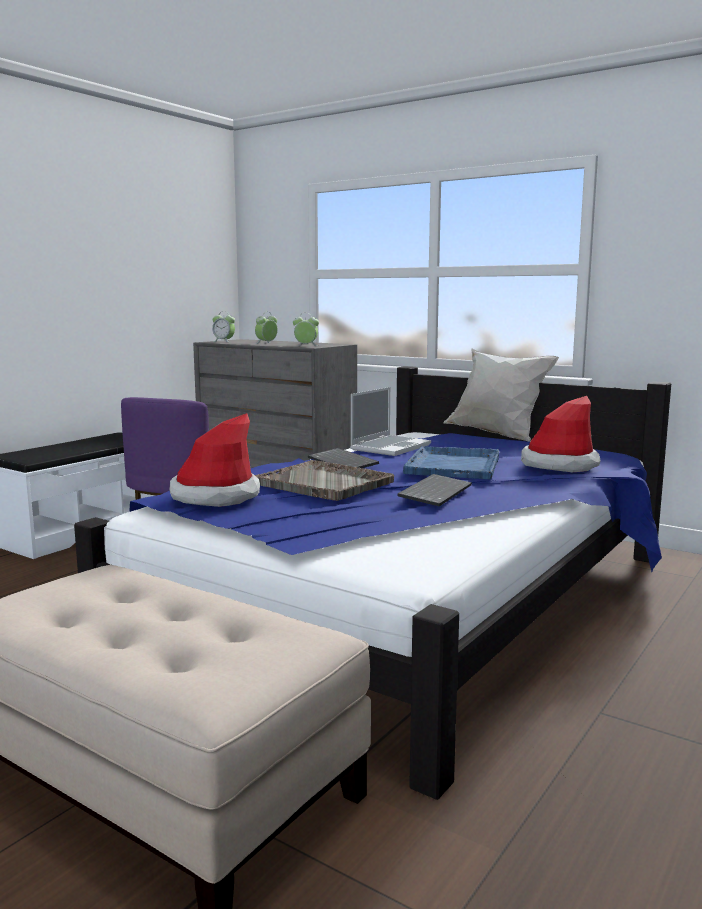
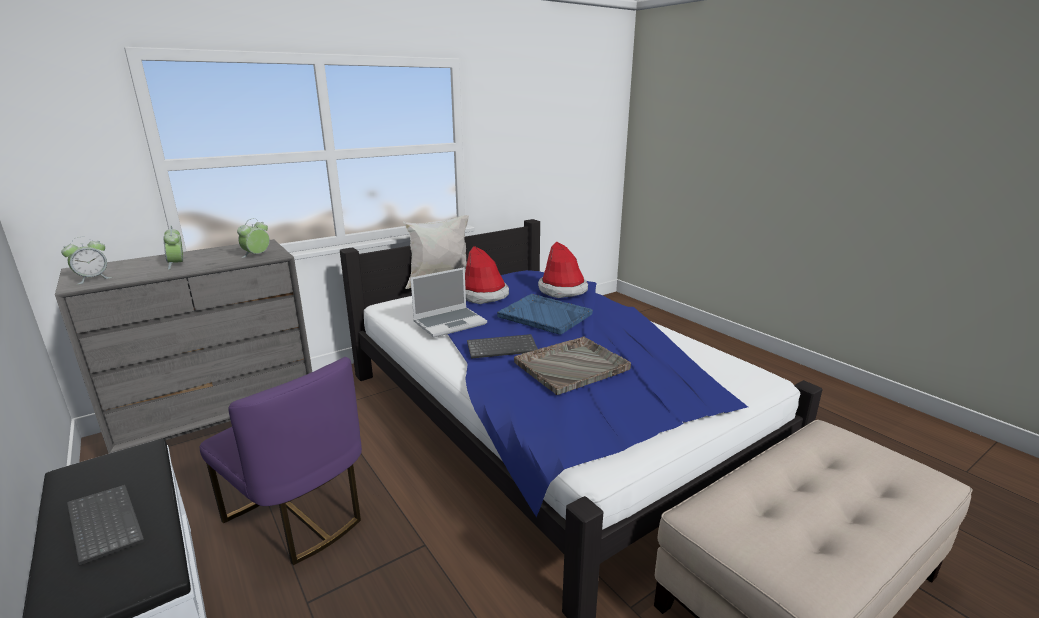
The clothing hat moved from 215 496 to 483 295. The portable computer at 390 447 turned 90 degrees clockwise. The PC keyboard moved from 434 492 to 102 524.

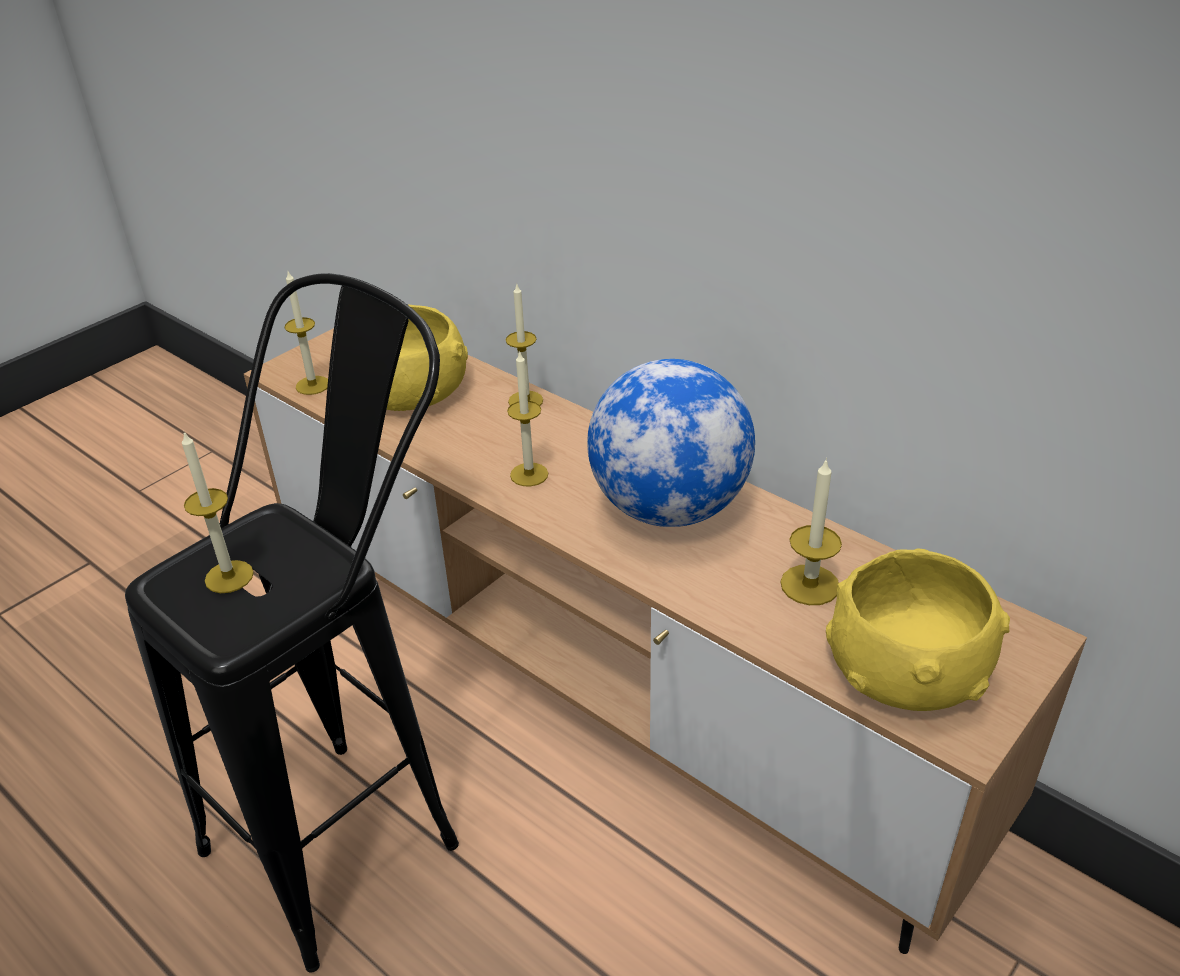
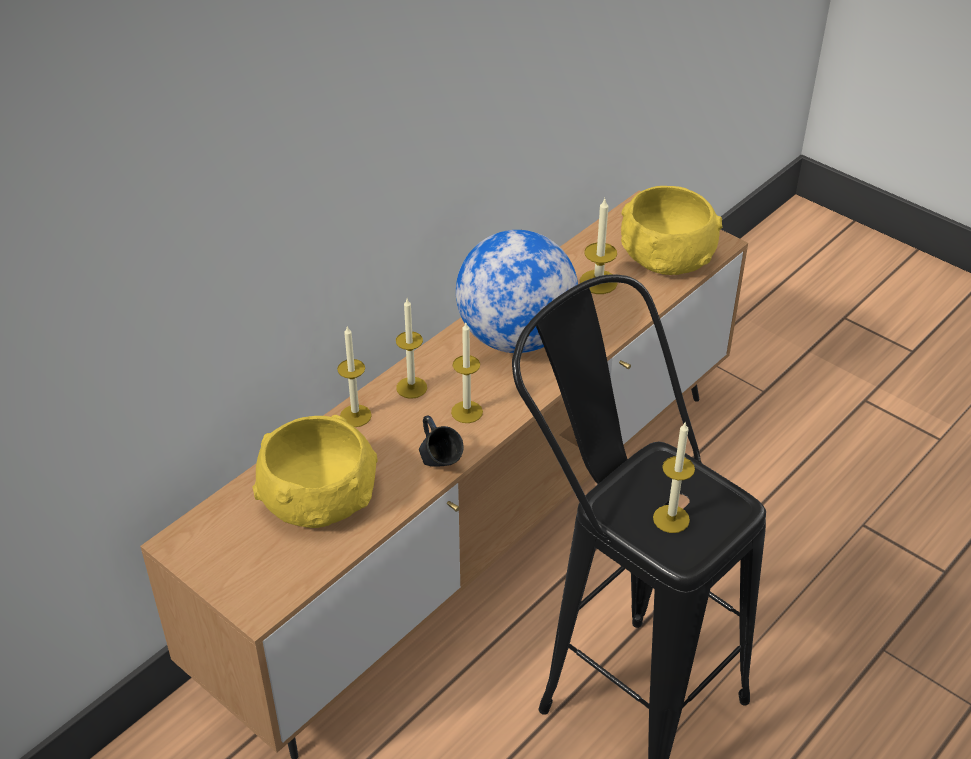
The candle moved from 312 385 to 411 387. The blue-coloured coffee mug at 439 466 appeared.

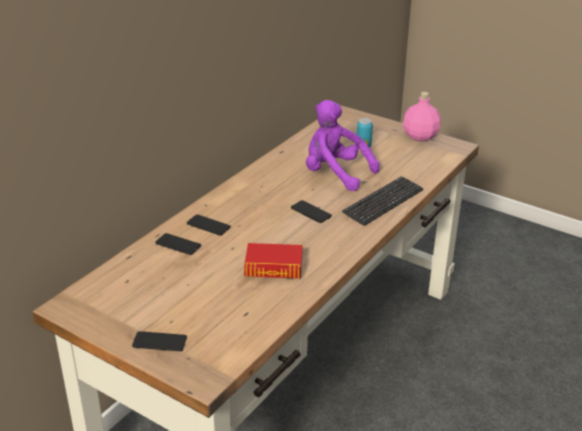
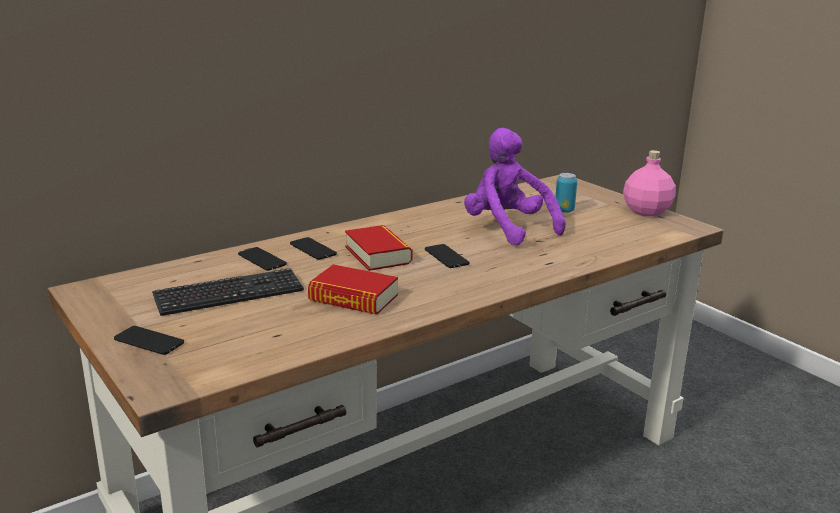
The PC keyboard moved from 383 202 to 229 294. The bound book at 378 255 appeared.

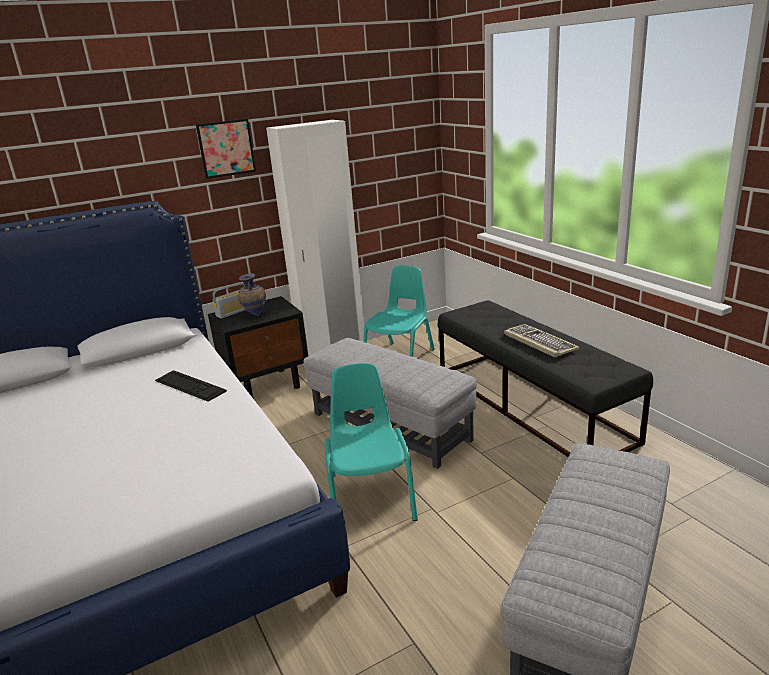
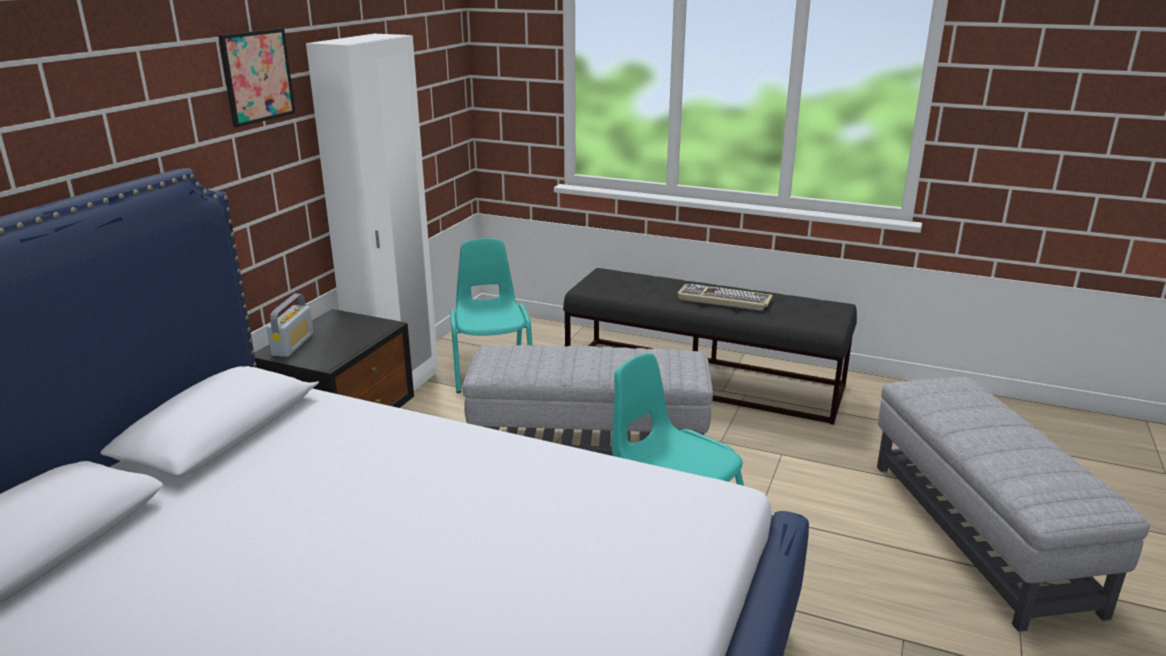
The PC keyboard at 190 386 disappeared. The vase at 255 315 disappeared.

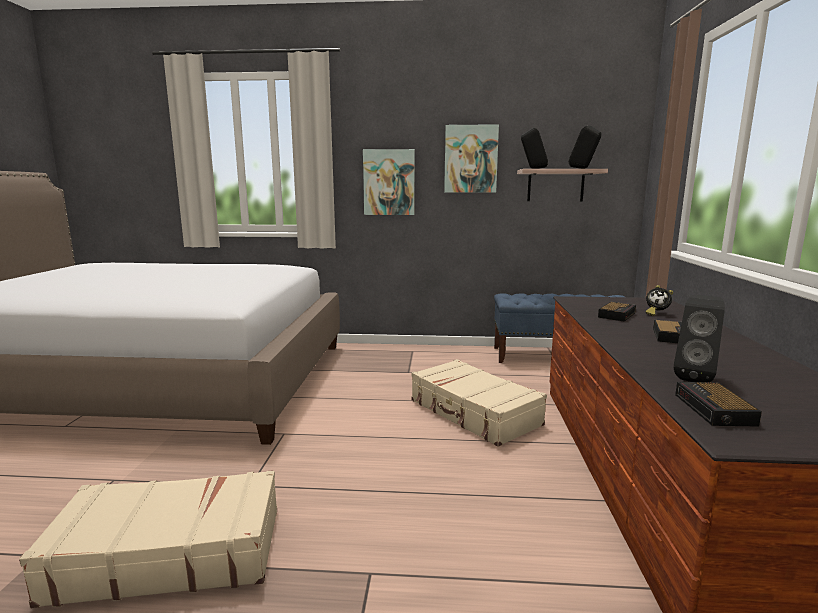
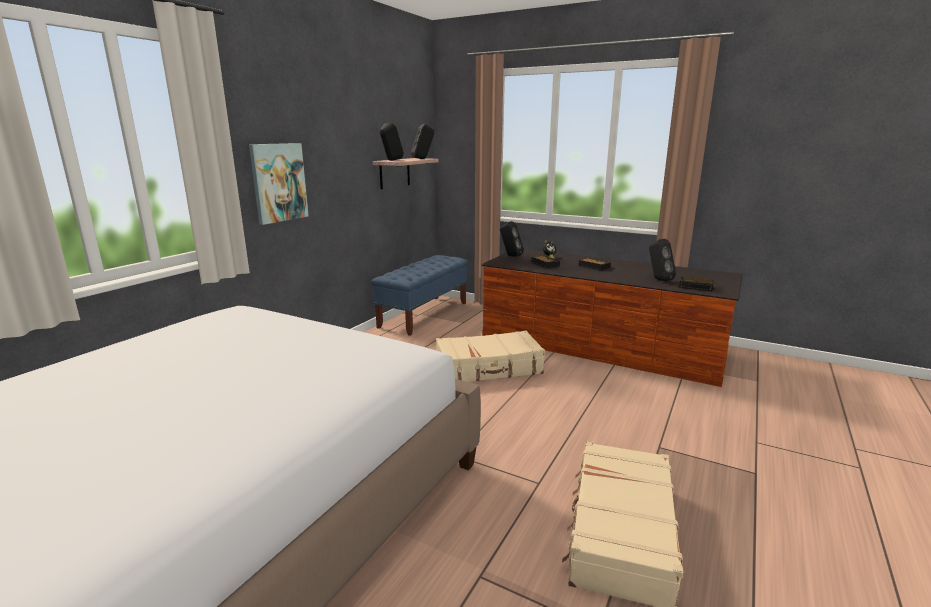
The picture at 470 159 disappeared. The black loudspeaker at 510 256 appeared.

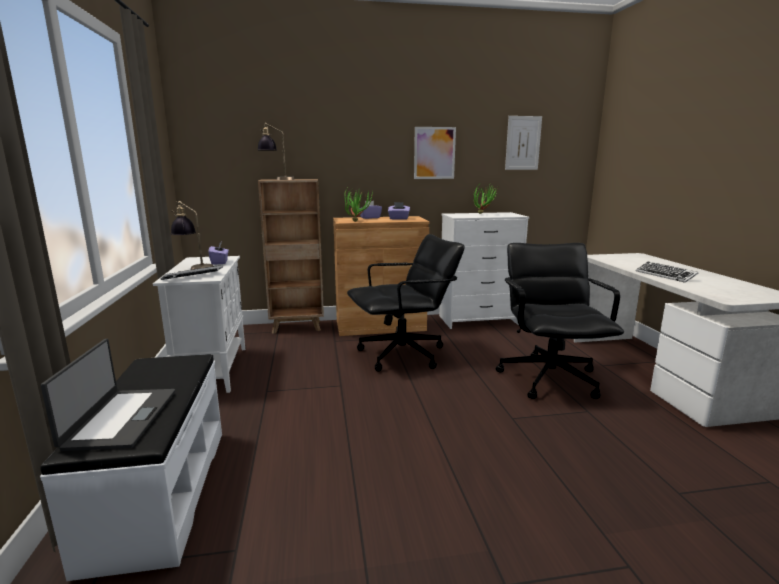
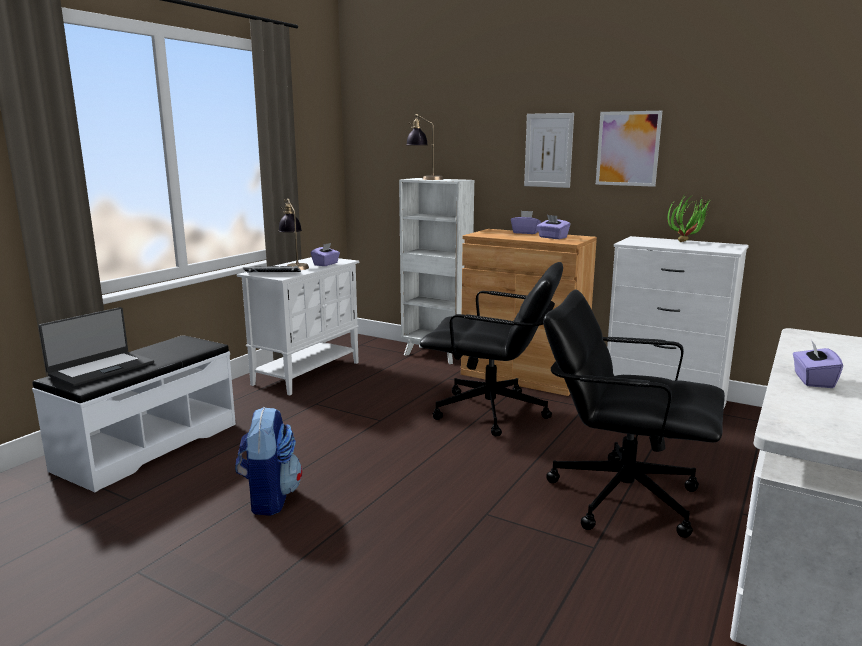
The brown bookshelf at 298 327 became the white bookshelf at 436 355. The potted plant at 356 221 disappeared. The black computer chair at 550 378 turned 105 degrees counterclockwise. The picture moved from 523 143 to 548 150. The PC keyboard at 665 275 was replaced by the purple-coloured tissue holder at 813 380. The backpack at 269 498 appeared.

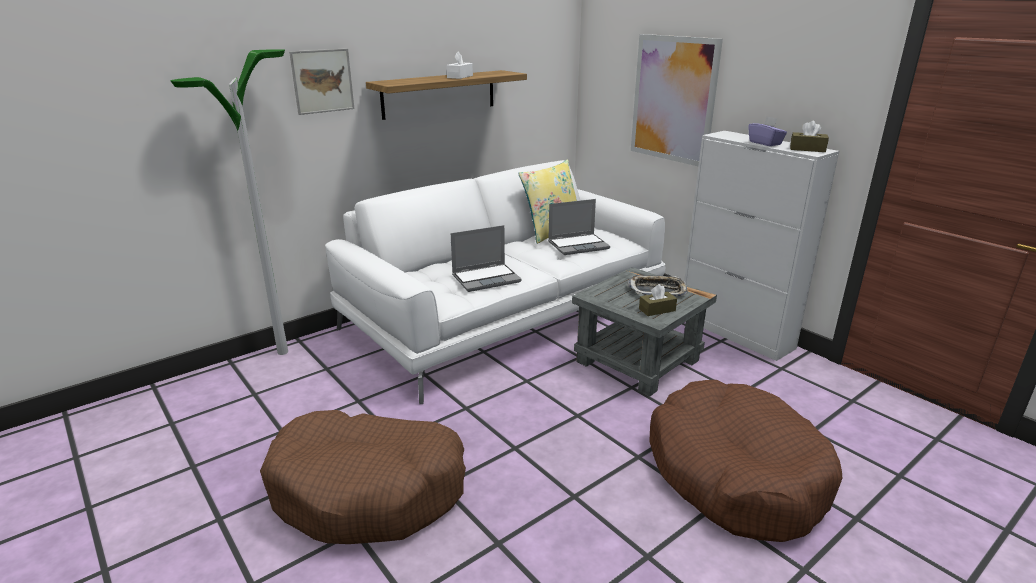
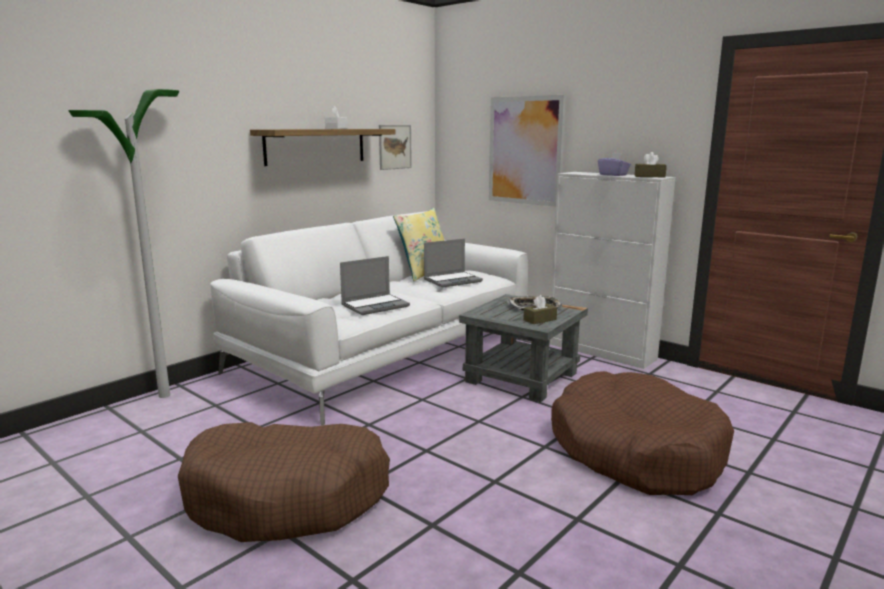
The picture moved from 322 81 to 395 147.

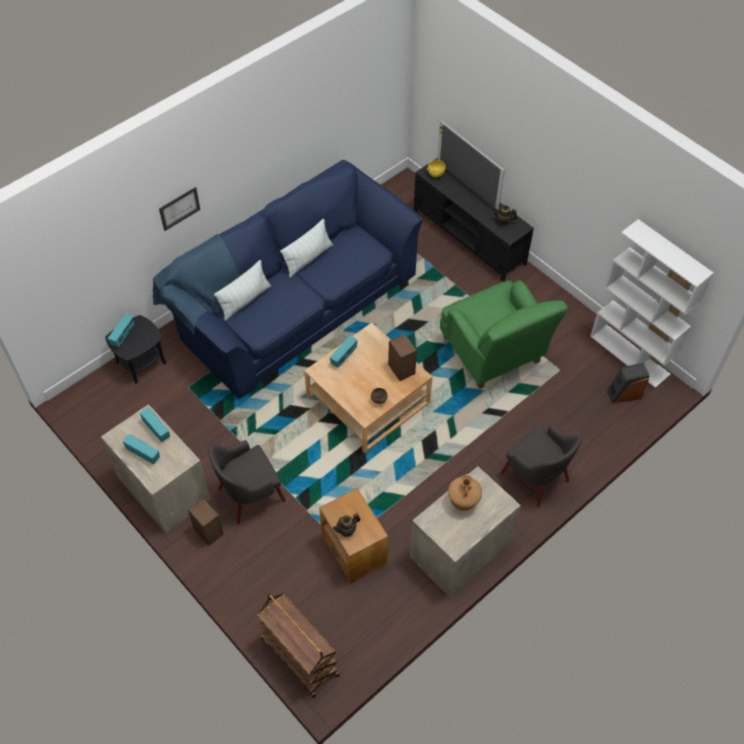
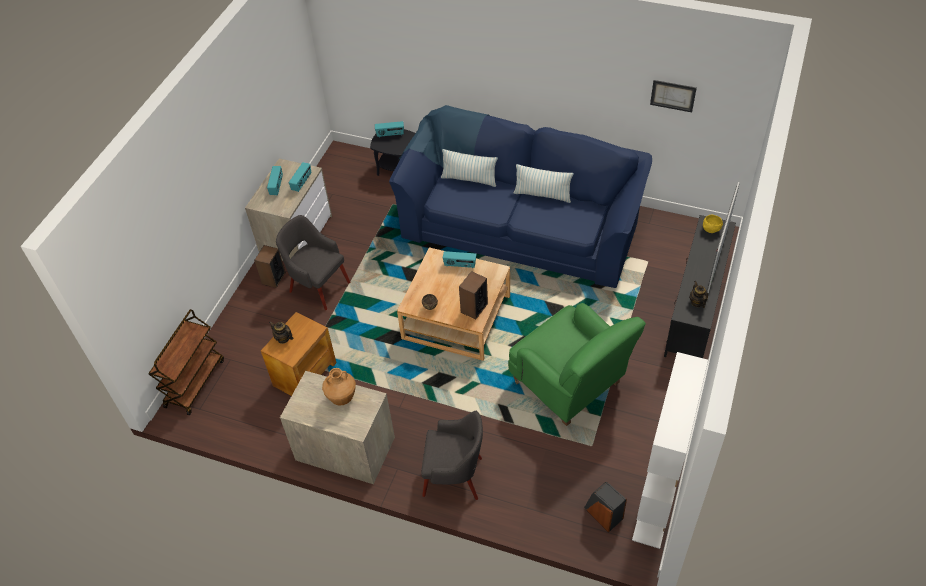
The picture moved from 179 208 to 673 95. The green-coloured easy chair at 494 355 turned 75 degrees counterclockwise. The grey easy chair at 536 478 turned 105 degrees counterclockwise.

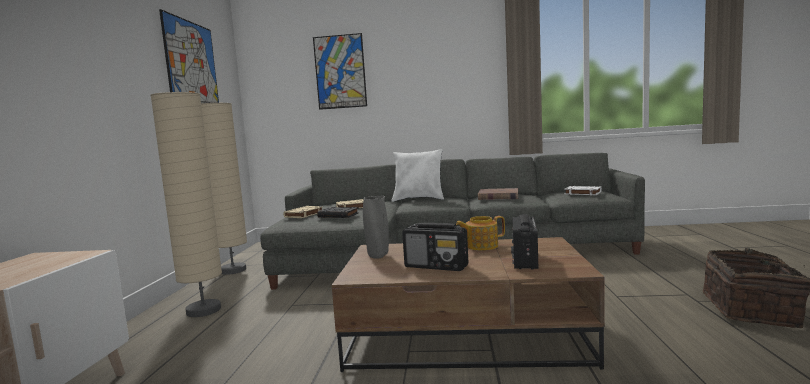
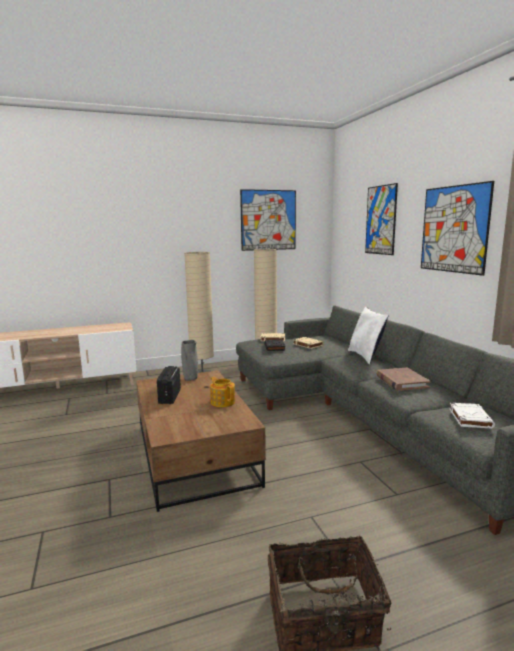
The radio receiver at 525 260 disappeared. The picture at 454 229 appeared.

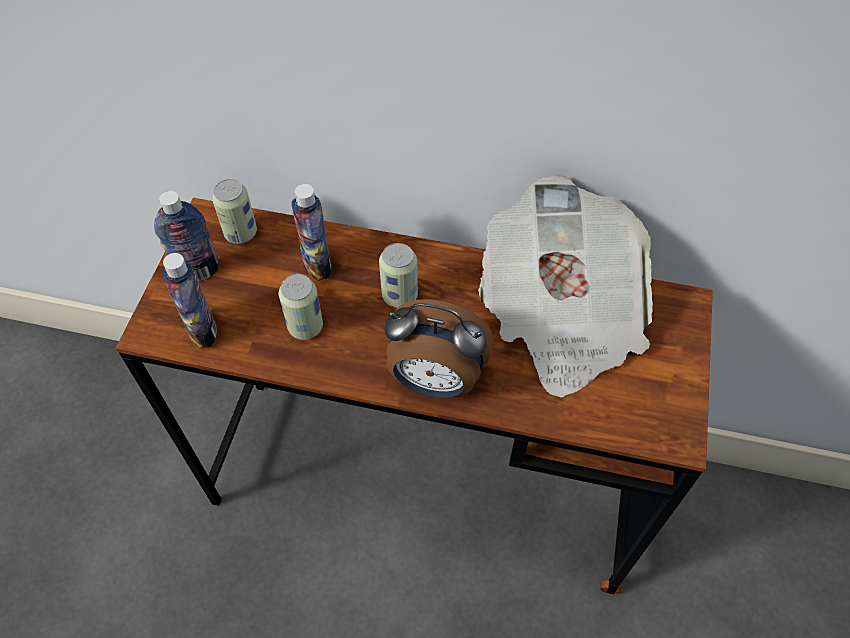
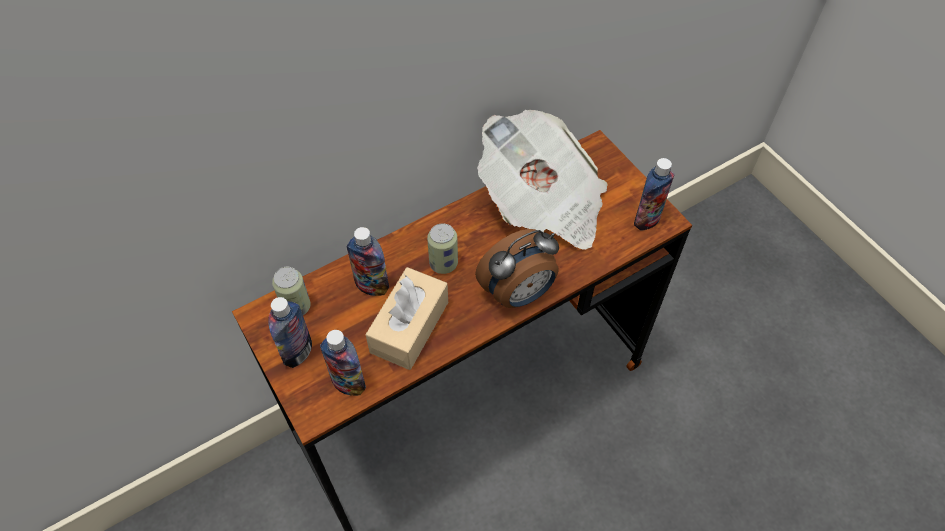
The metal can at 305 326 was replaced by the beige-coloured tissue holder at 409 327. The bottle at 647 220 appeared.

